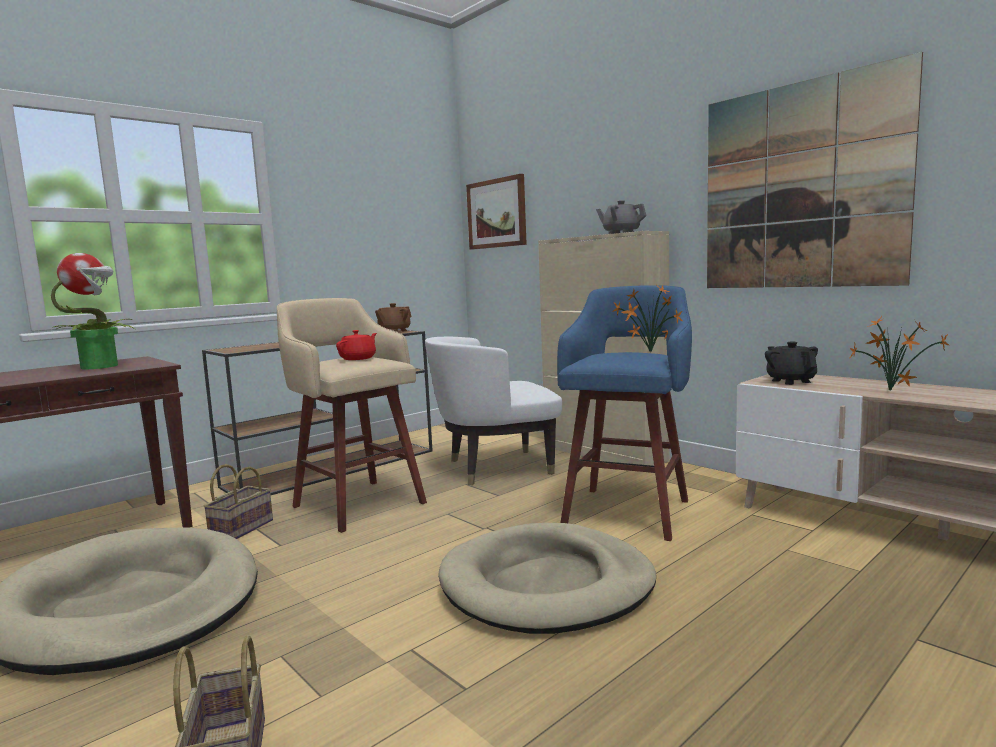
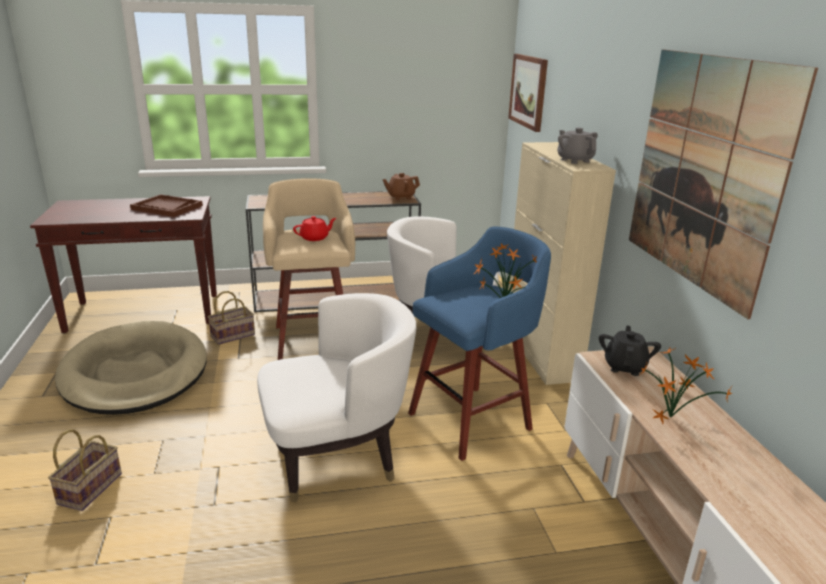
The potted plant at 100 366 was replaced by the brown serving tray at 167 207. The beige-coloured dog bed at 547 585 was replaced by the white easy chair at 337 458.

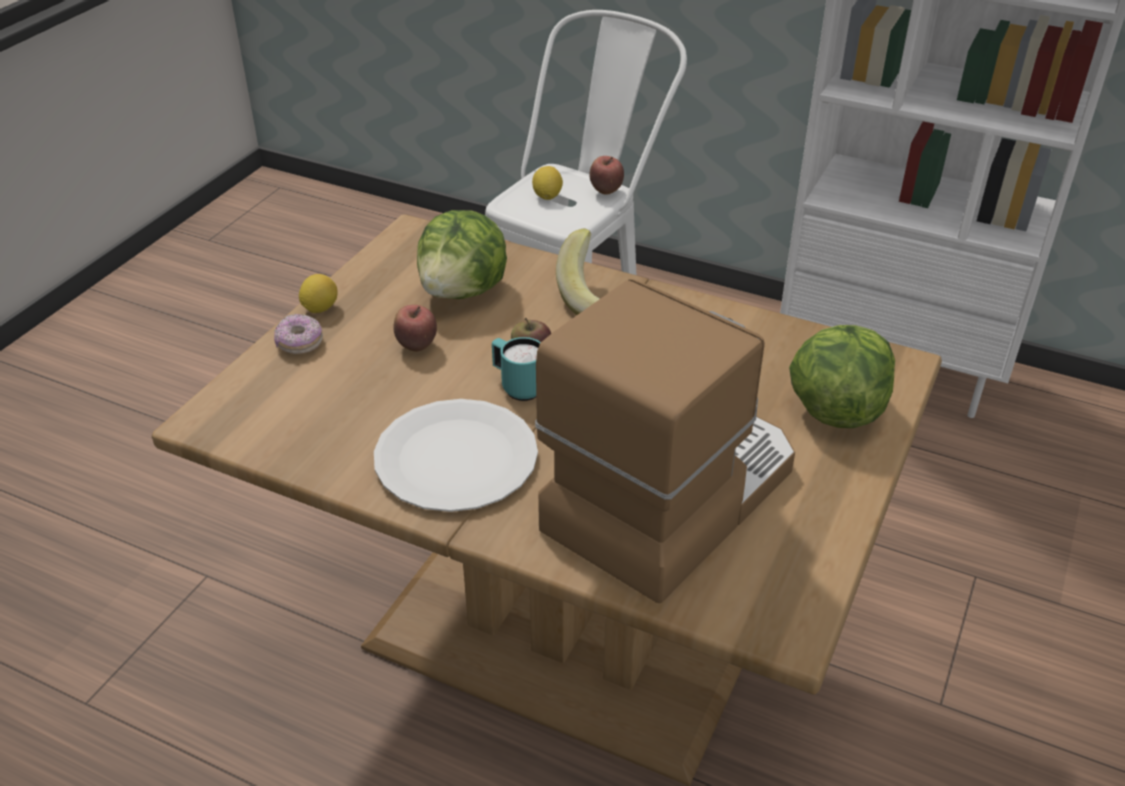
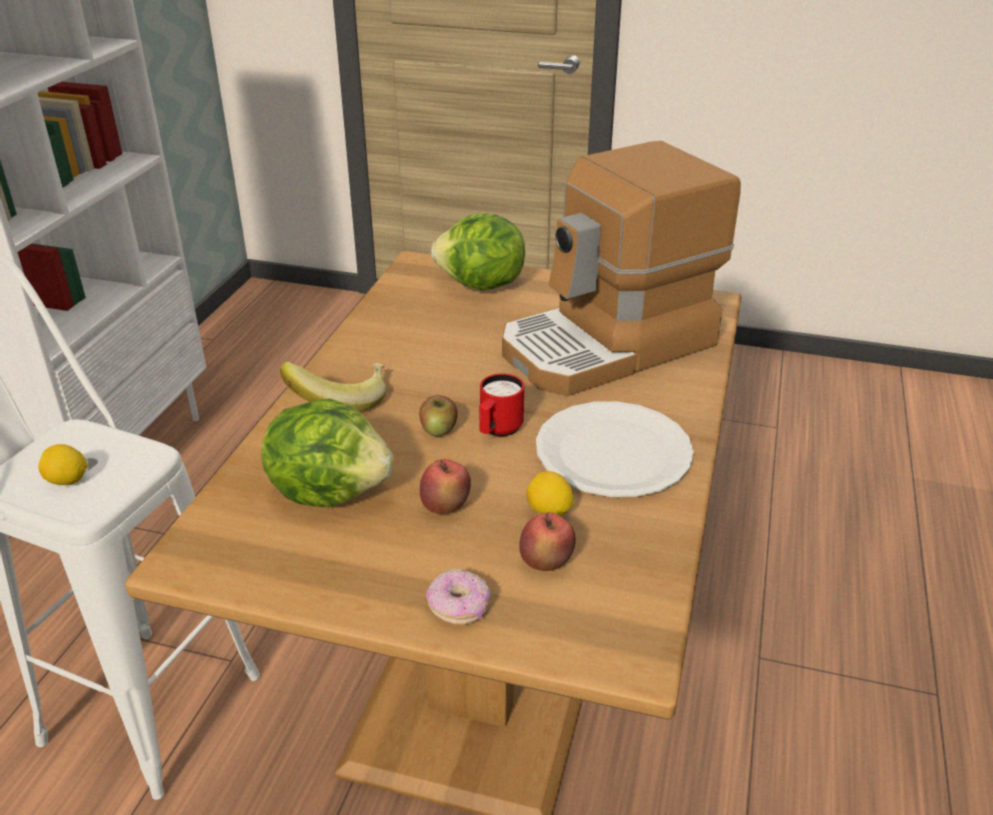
The citrus fruit moved from 320 308 to 549 512. The turquoise-coloured coffee mug at 518 387 became the red-coloured coffee mug at 498 431. The coffee maker at 668 496 turned 60 degrees counterclockwise. The whole apple moved from 606 191 to 546 564.

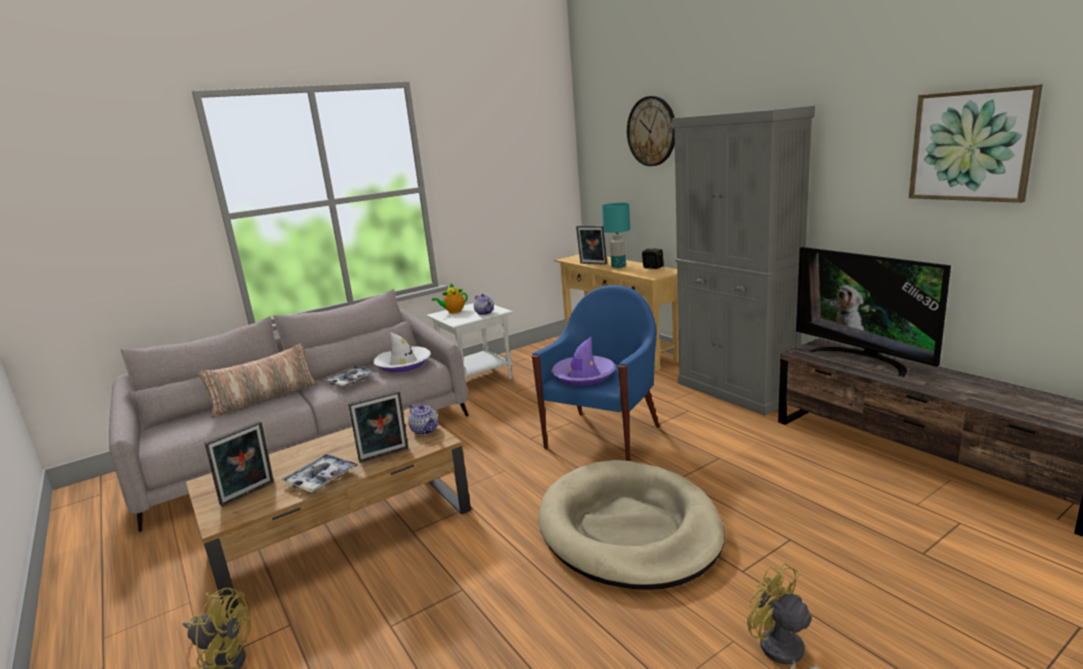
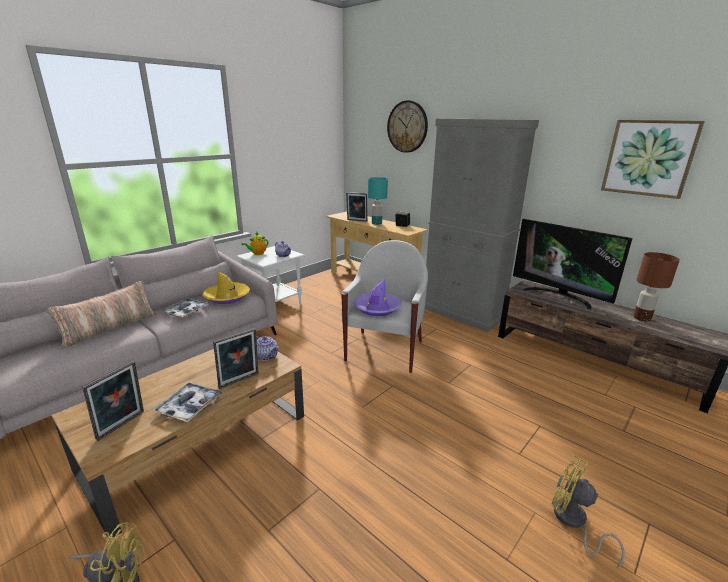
The white clothing hat at 403 364 became the yellowish clothing hat at 227 297. The blue-coloured easy chair at 604 436 became the white easy chair at 385 350. The beige-coloured dog bed at 629 529 disappeared. The brown tabletop lamp at 641 318 appeared.

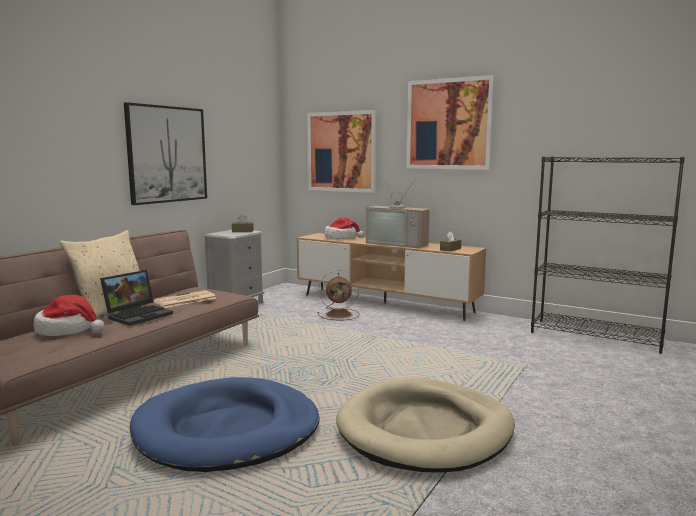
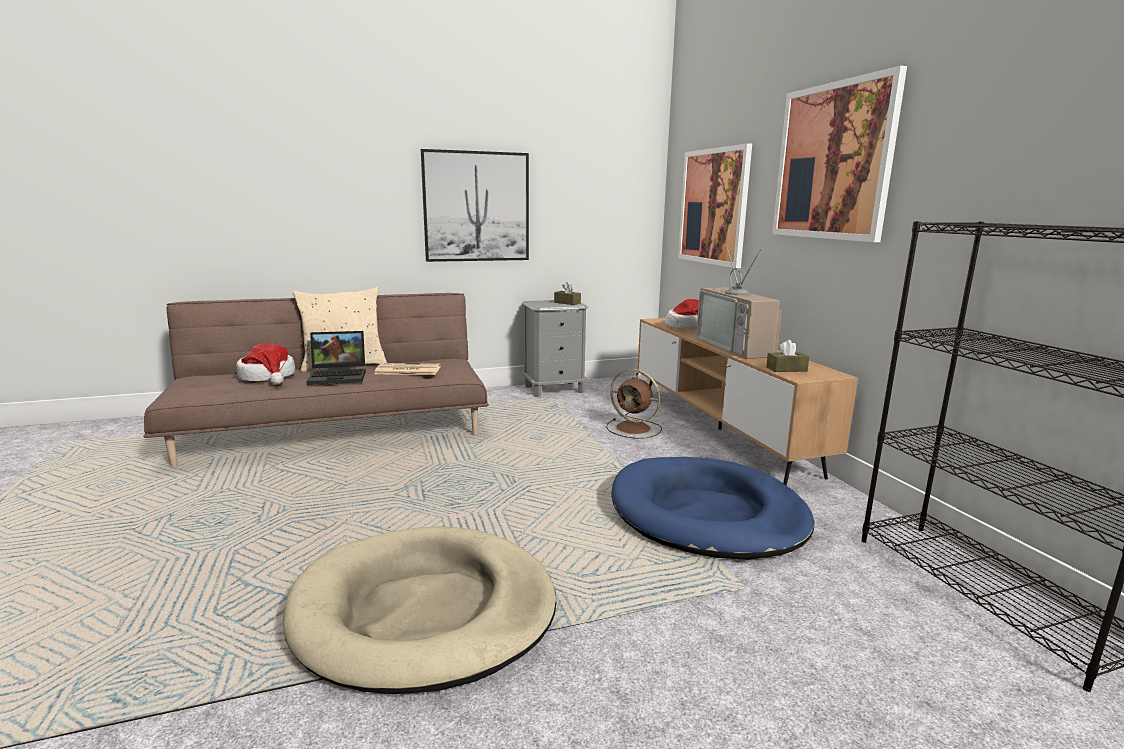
The blue-coloured dog bed moved from 227 430 to 707 514.

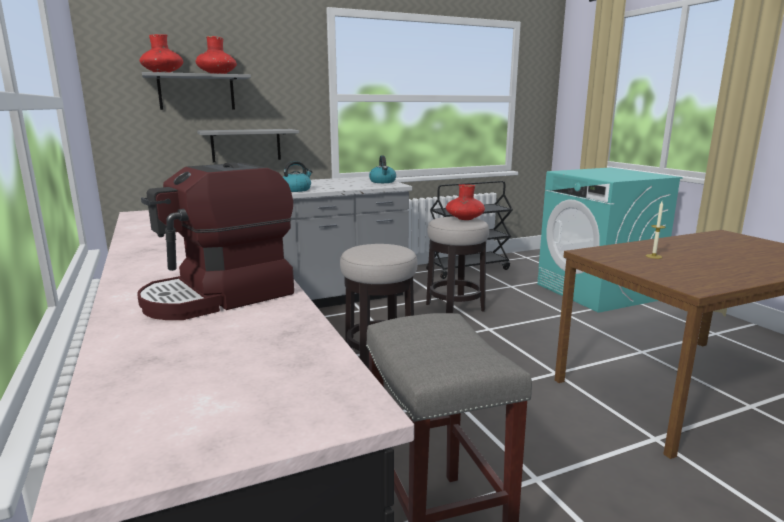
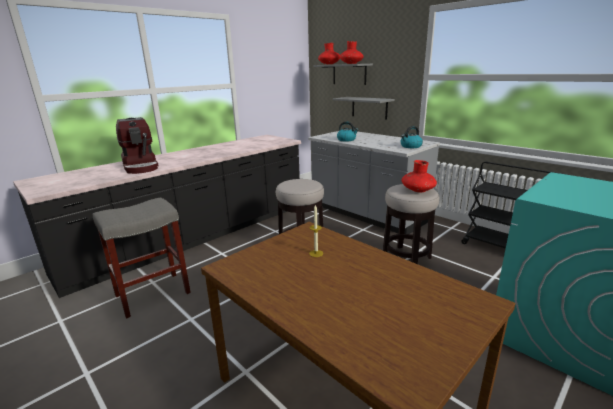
The coffee maker at 220 297 turned 150 degrees counterclockwise.

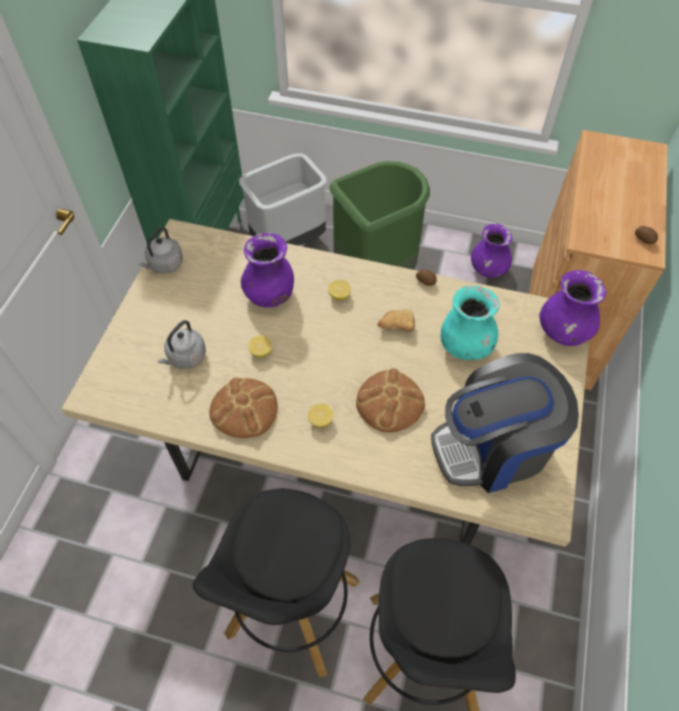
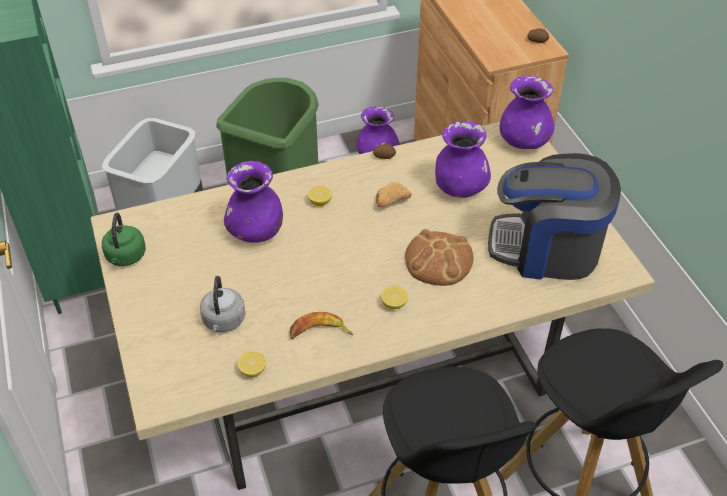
The grey tea kettle at 164 265 became the green-coloured tea kettle at 125 257. The baked bread at 244 409 was replaced by the whole banana at 319 332. The citrus fruit moved from 261 351 to 252 370. The coffee maker at 493 447 turned 60 degrees clockwise. The turquoise-coloured vase at 465 345 became the purple-coloured vase at 460 188.

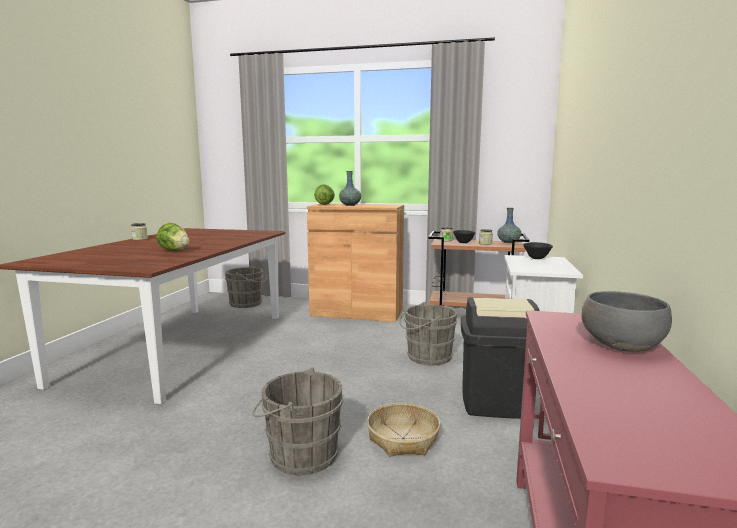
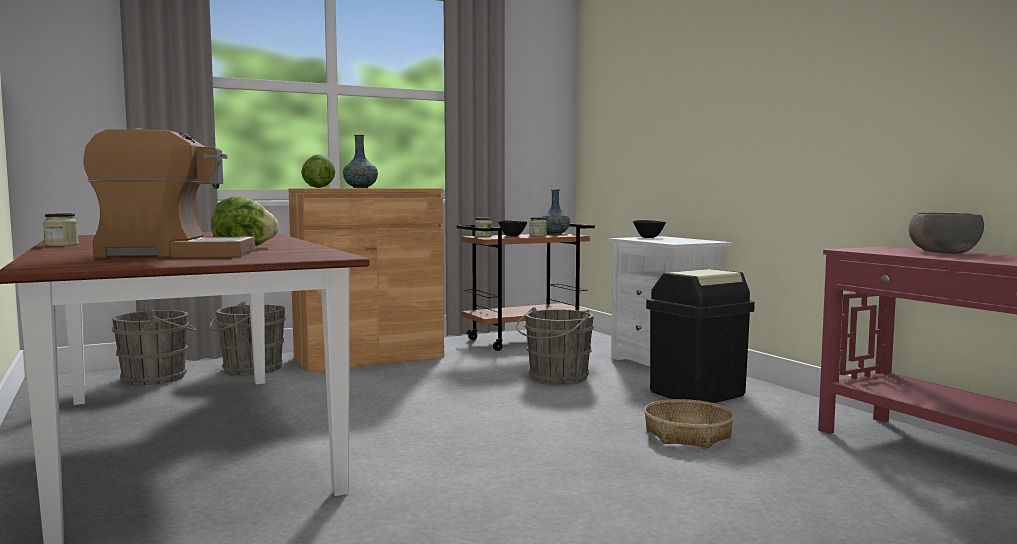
The grey pail moved from 299 454 to 249 369. The coffee maker at 175 254 appeared.

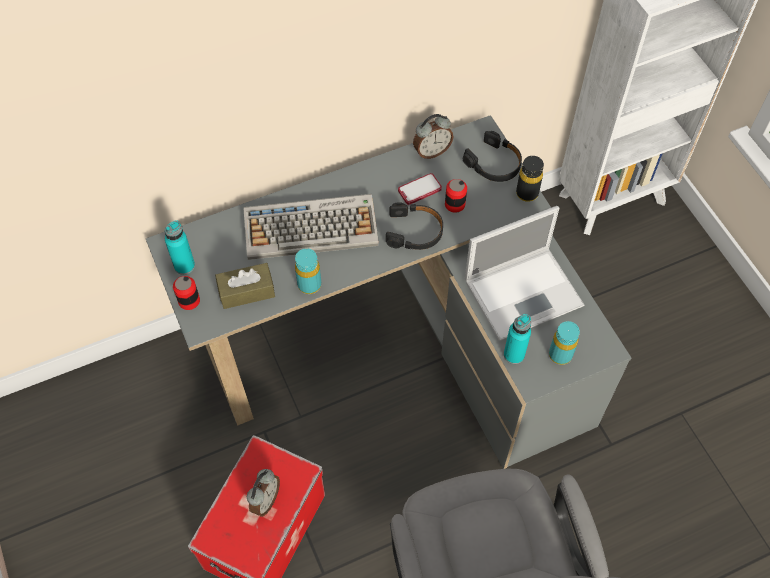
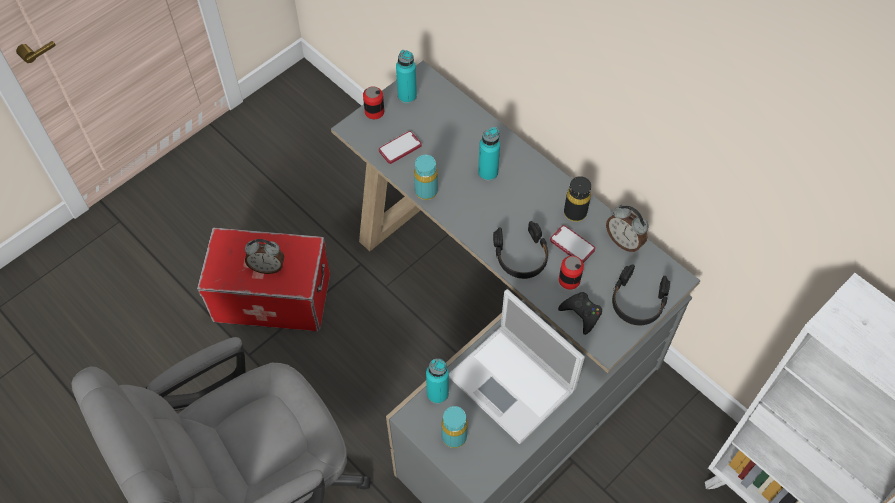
The brown tissue holder at 246 291 was replaced by the telephone at 400 148. The PC keyboard at 312 227 was replaced by the turquoise-coloured bottle at 488 173. The black bottle moved from 527 193 to 575 213. The black game controller at 581 313 appeared.

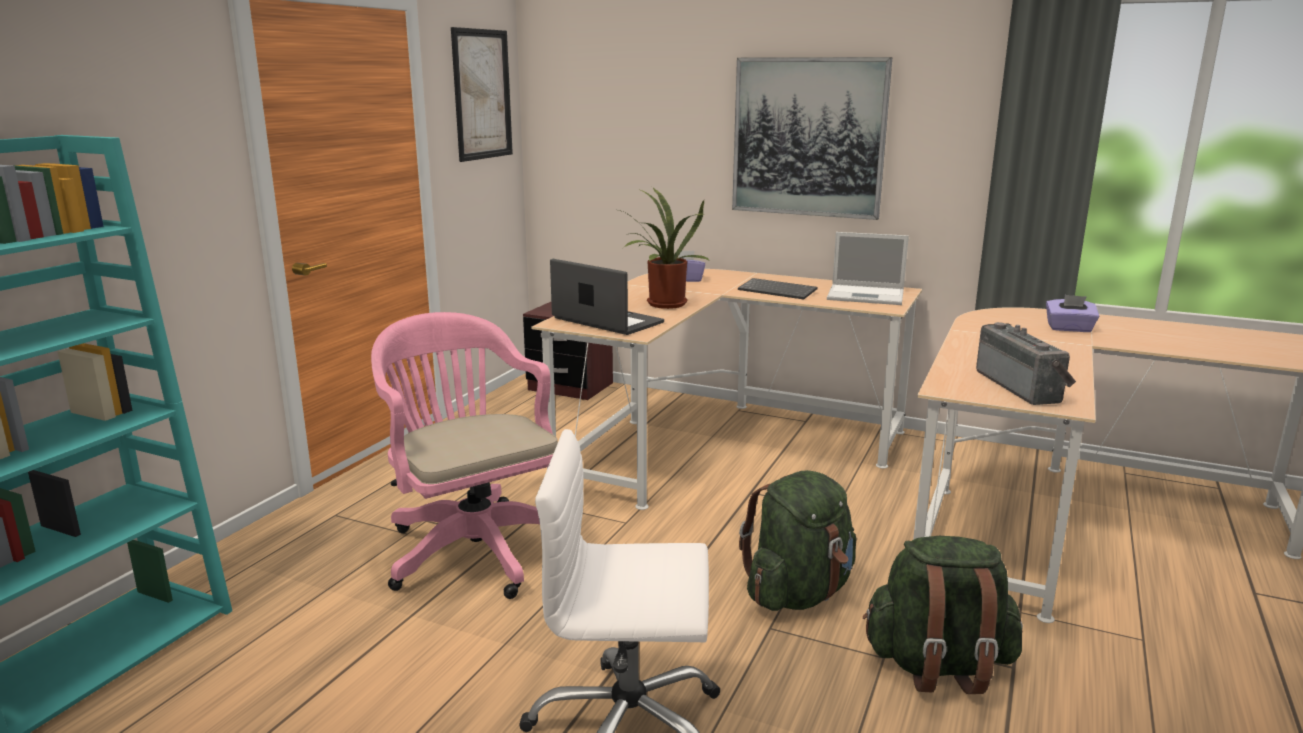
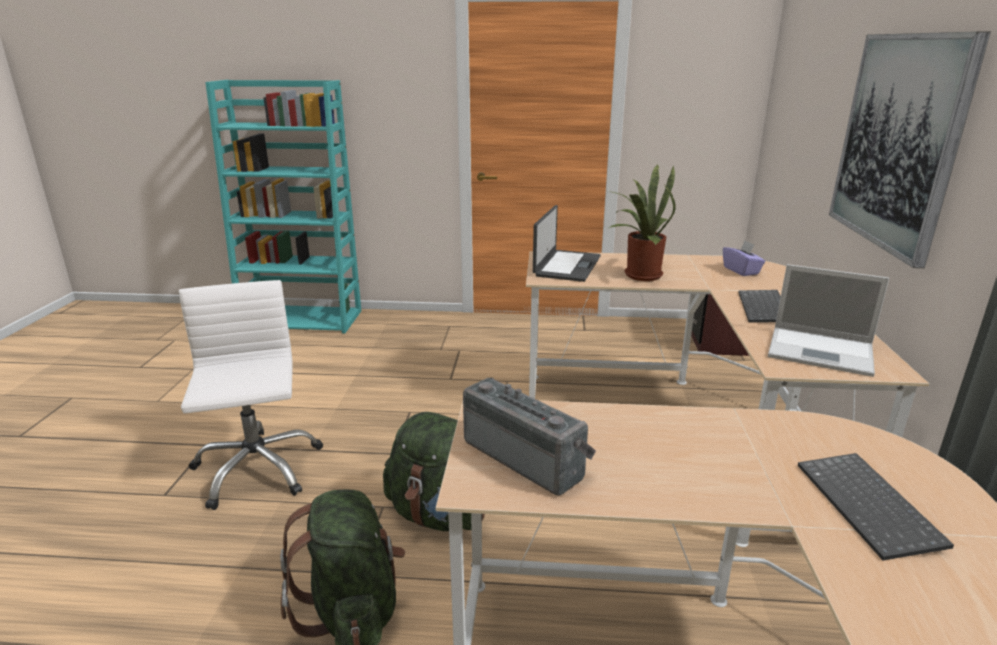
The pink computer chair at 473 547 disappeared. The picture at 482 94 disappeared. The portable computer at 867 295 turned 60 degrees counterclockwise. The radio receiver at 1022 387 turned 105 degrees counterclockwise. The purple-coloured tissue holder at 1069 328 was replaced by the PC keyboard at 870 507.

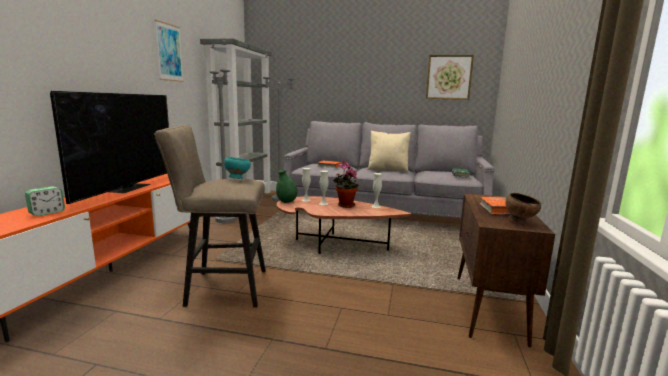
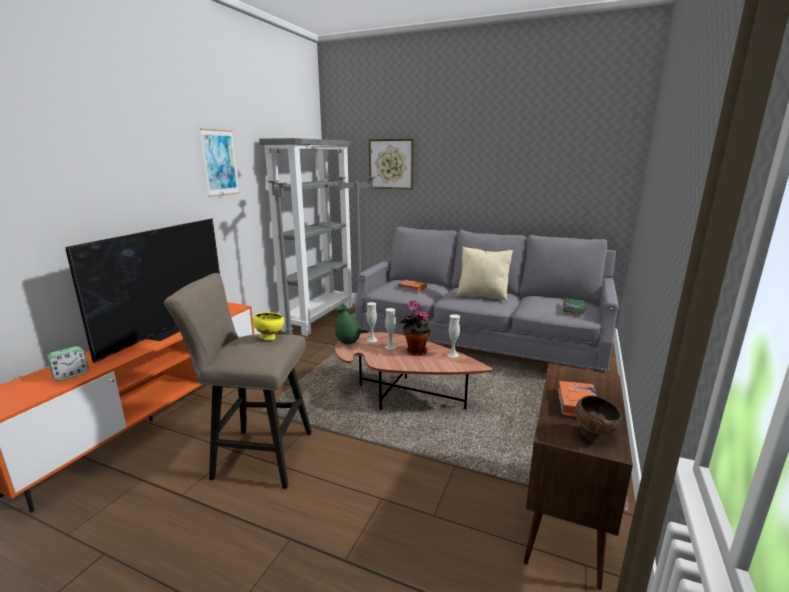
The turquoise-coloured deep dish at 237 178 became the yellowish deep dish at 269 338. The picture moved from 449 77 to 391 164.

